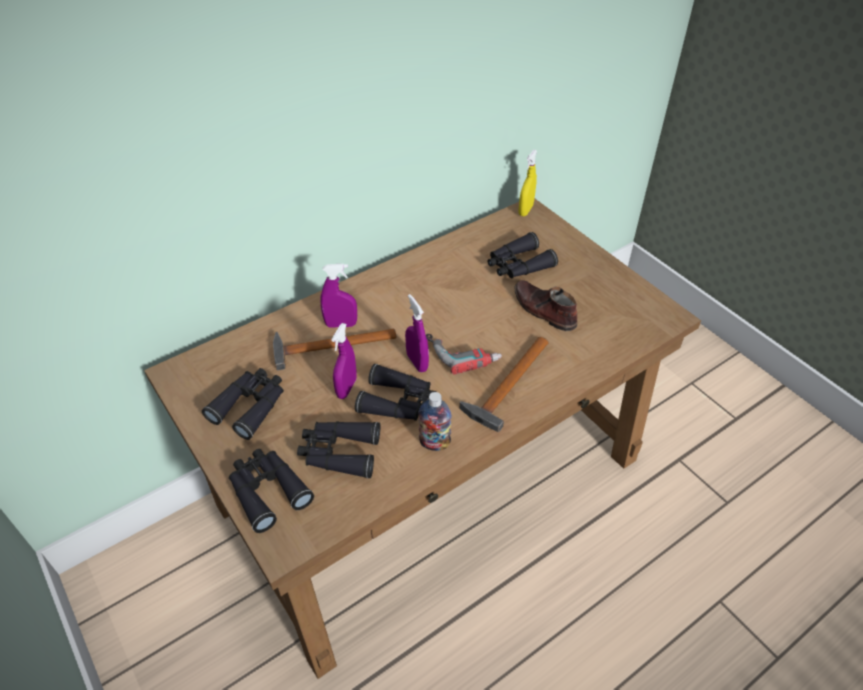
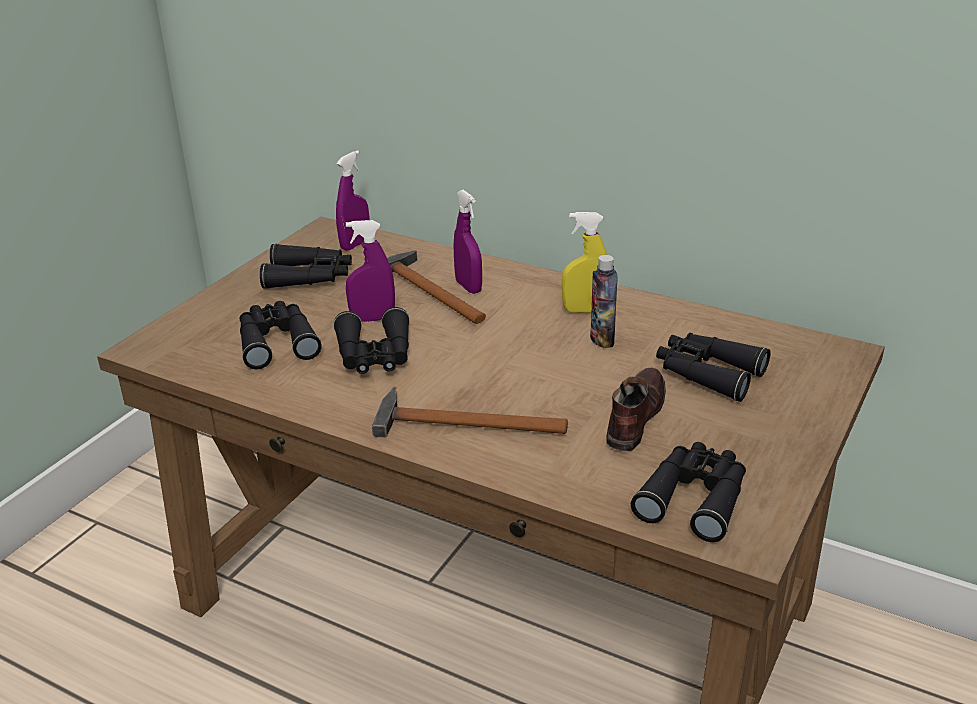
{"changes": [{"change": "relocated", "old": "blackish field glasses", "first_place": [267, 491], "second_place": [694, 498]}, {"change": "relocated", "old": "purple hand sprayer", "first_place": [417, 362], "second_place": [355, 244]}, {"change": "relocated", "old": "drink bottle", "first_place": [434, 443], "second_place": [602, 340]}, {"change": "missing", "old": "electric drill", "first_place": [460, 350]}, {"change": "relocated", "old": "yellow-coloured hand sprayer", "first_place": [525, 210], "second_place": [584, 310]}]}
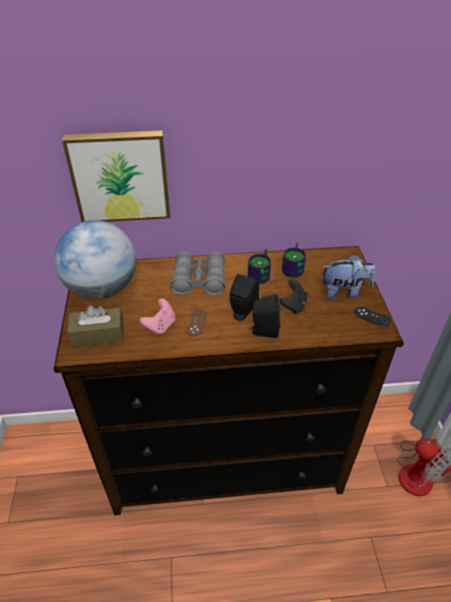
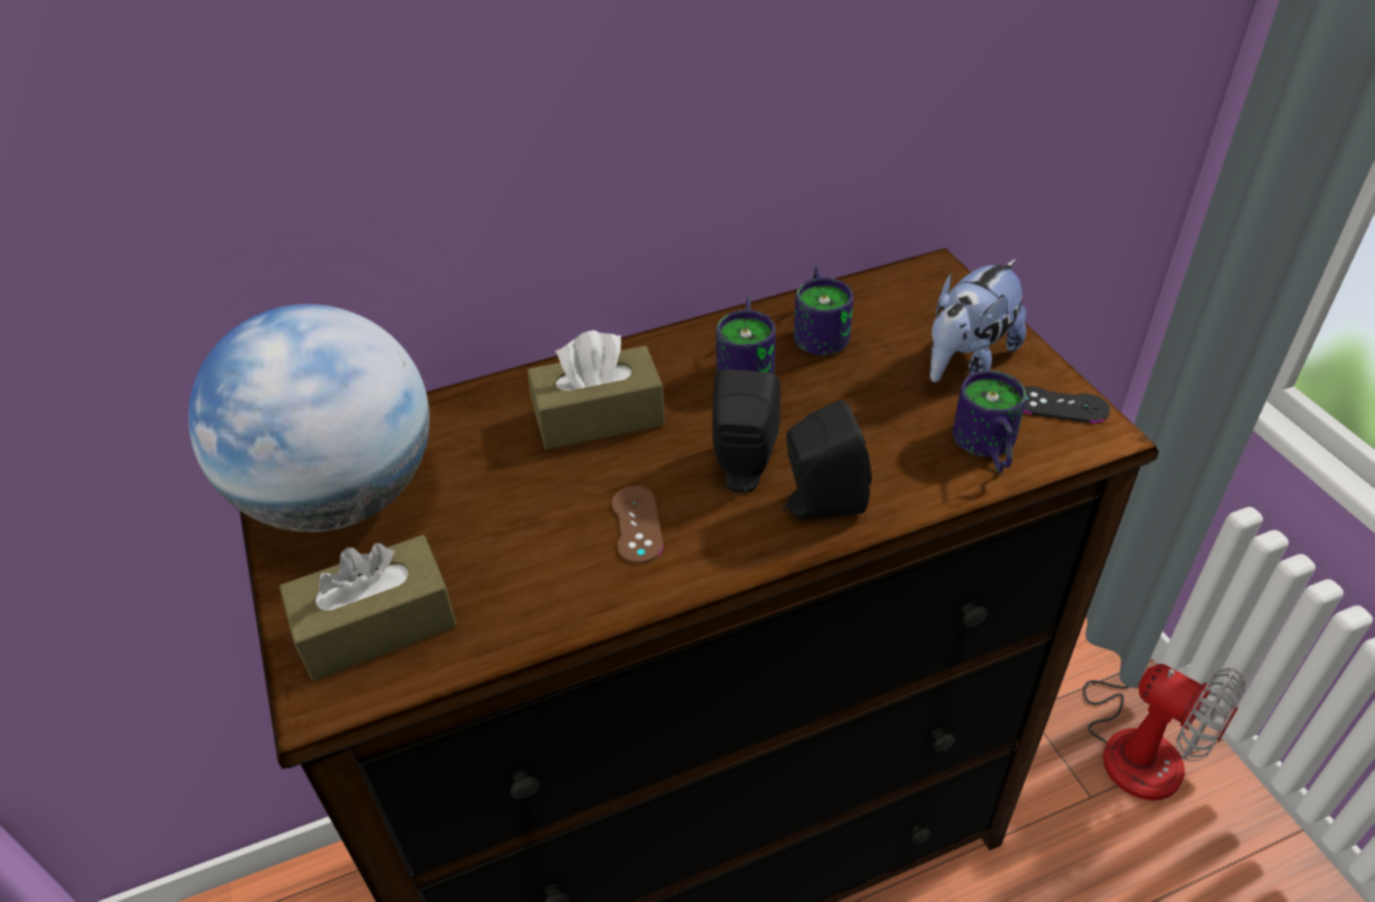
{"changes": [{"change": "missing", "old": "wall art", "first_place": [120, 176]}, {"change": "missing", "old": "pinkish game controller", "first_place": [160, 325]}, {"change": "exchanged", "old": "gray field glasses", "new": "brown box of tissues", "first_place": [199, 281], "second_place": [599, 417]}, {"change": "missing", "old": "blackish game controller", "first_place": [293, 305]}, {"change": "spun", "old": "soft toy", "first_place": [344, 292], "second_place": [967, 362], "degrees": 150}, {"change": "appeared", "new": "tea mug", "second_place": [984, 449]}]}
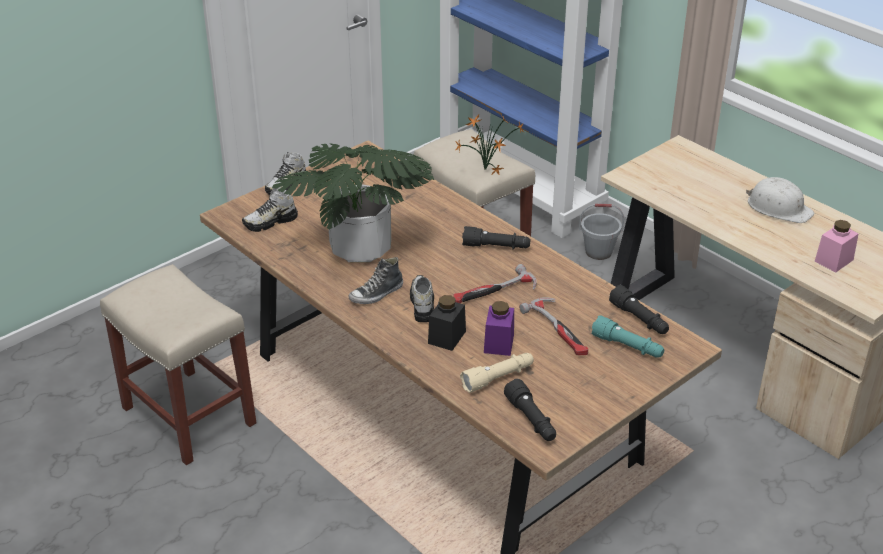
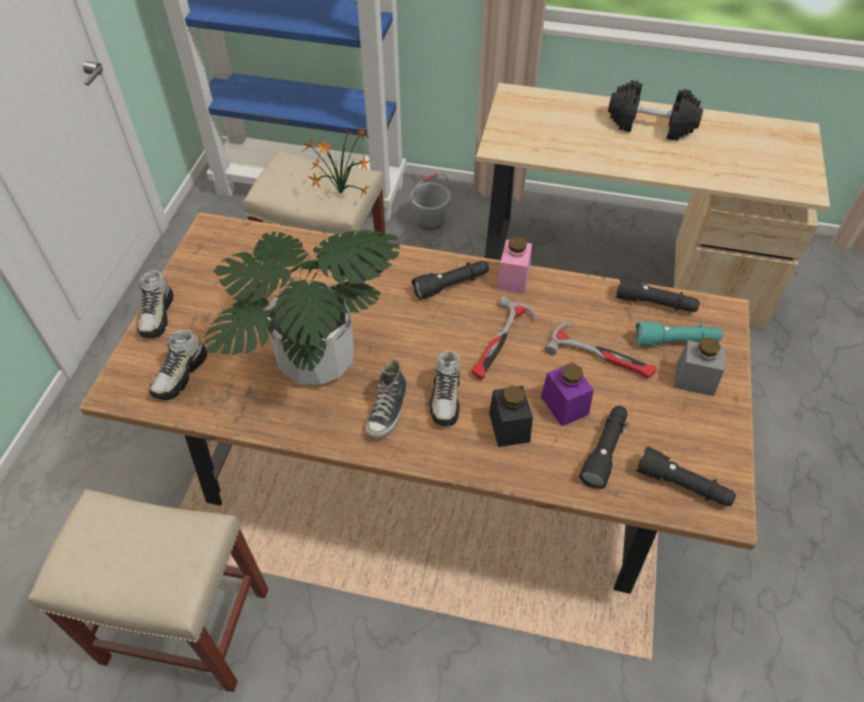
{"changes": [{"change": "spun", "old": "item of footwear", "first_place": [422, 304], "second_place": [446, 398], "degrees": -135}, {"change": "colour", "old": "beige-coloured hand torch", "new": "blackish hand torch", "first_place": [498, 378], "second_place": [604, 450]}, {"change": "exchanged", "old": "white-coloured hard hat", "new": "blackish hand weight", "first_place": [778, 207], "second_place": [651, 125]}, {"change": "relocated", "old": "pinkish storage jar", "first_place": [834, 260], "second_place": [513, 279]}, {"change": "appeared", "new": "gray storage jar", "second_place": [694, 379]}]}
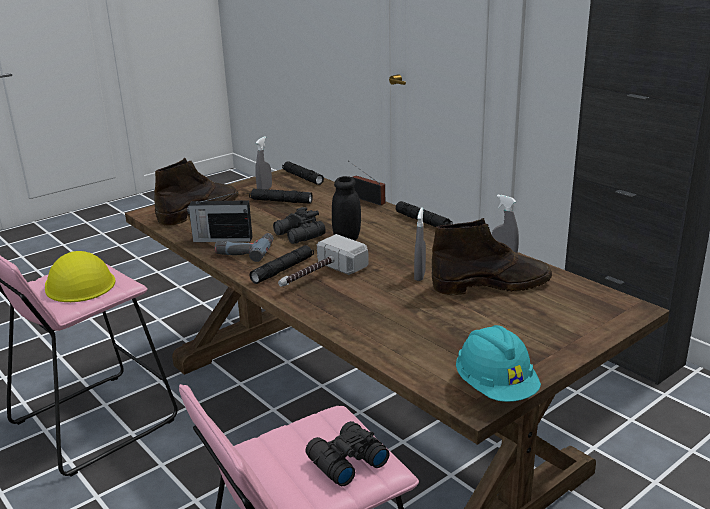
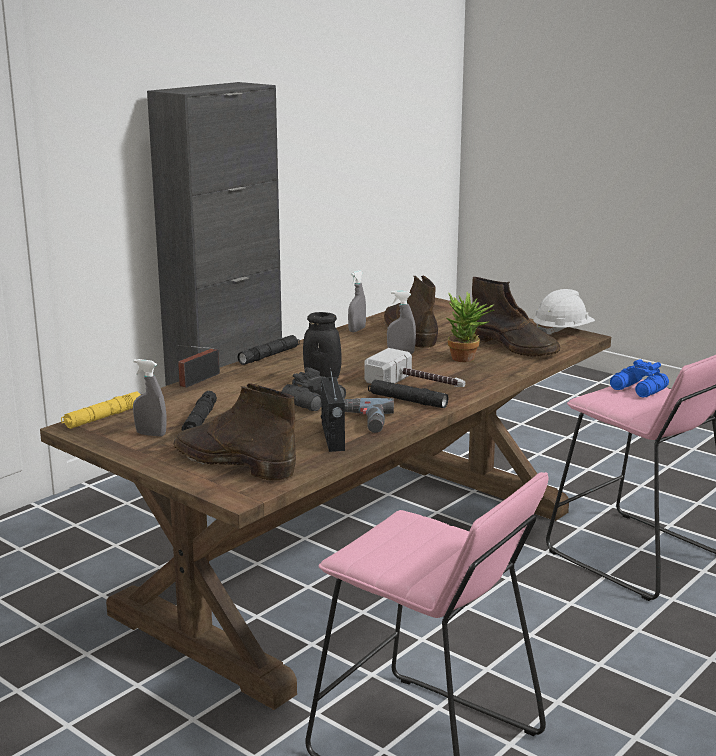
{"changes": [{"change": "missing", "old": "yellow-coloured hard hat", "first_place": [79, 284]}, {"change": "colour", "old": "blackish hand torch", "new": "yellow-coloured hand torch", "first_place": [302, 177], "second_place": [103, 417]}, {"change": "colour", "old": "blackish field glasses", "new": "blue-coloured field glasses", "first_place": [345, 461], "second_place": [638, 390]}, {"change": "colour", "old": "turquoise-coloured hard hat", "new": "white-coloured hard hat", "first_place": [495, 388], "second_place": [562, 332]}, {"change": "appeared", "new": "potted plant", "second_place": [467, 359]}, {"change": "appeared", "new": "brown boot", "second_place": [514, 347]}]}
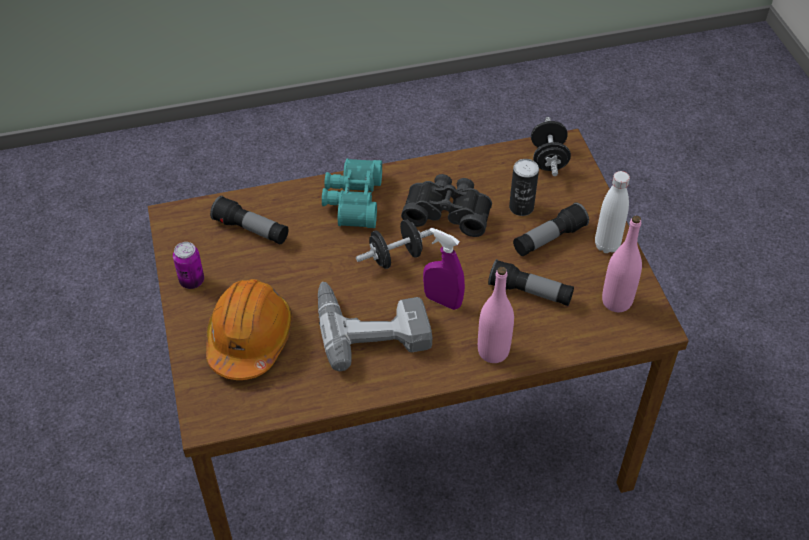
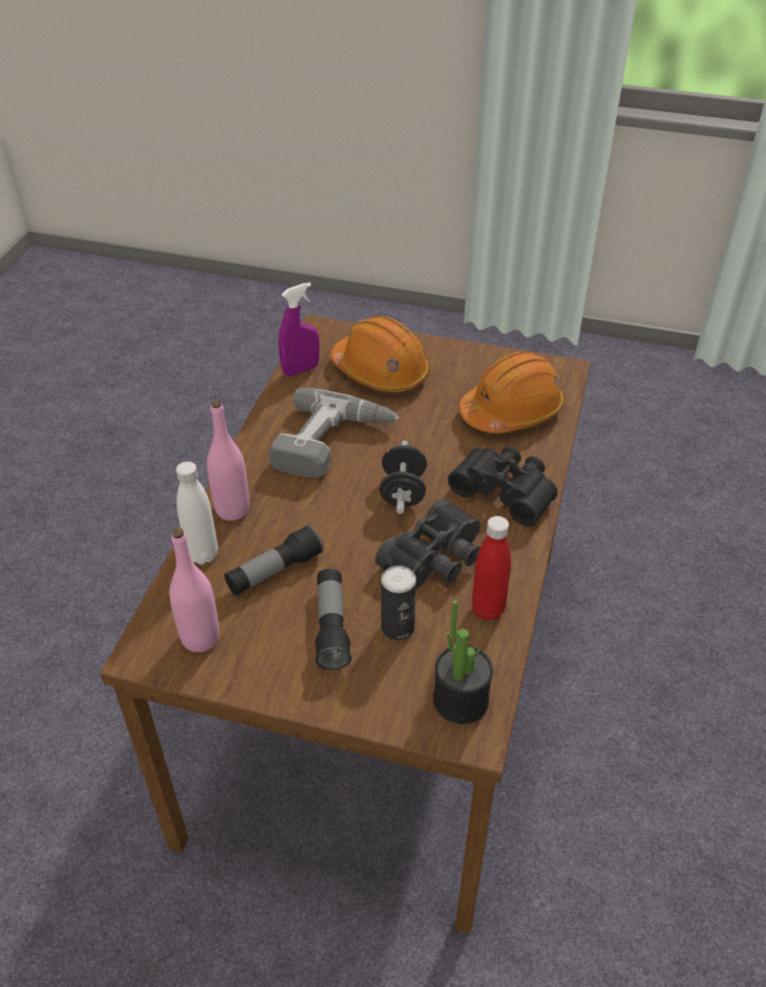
{"changes": [{"change": "missing", "old": "metal can", "first_place": [192, 281]}, {"change": "exchanged", "old": "hand torch", "new": "orangey hard hat", "first_place": [251, 230], "second_place": [512, 410]}, {"change": "colour", "old": "turquoise-coloured field glasses", "new": "blackish field glasses", "first_place": [351, 201], "second_place": [506, 491]}, {"change": "relocated", "old": "purple hand sprayer", "first_place": [442, 301], "second_place": [301, 370]}, {"change": "exchanged", "old": "blackish hand weight", "new": "potted plant", "first_place": [548, 159], "second_place": [460, 700]}, {"change": "relocated", "old": "white-coloured drink bottle", "first_place": [607, 245], "second_place": [202, 554]}, {"change": "appeared", "new": "red drink bottle", "second_place": [487, 609]}]}
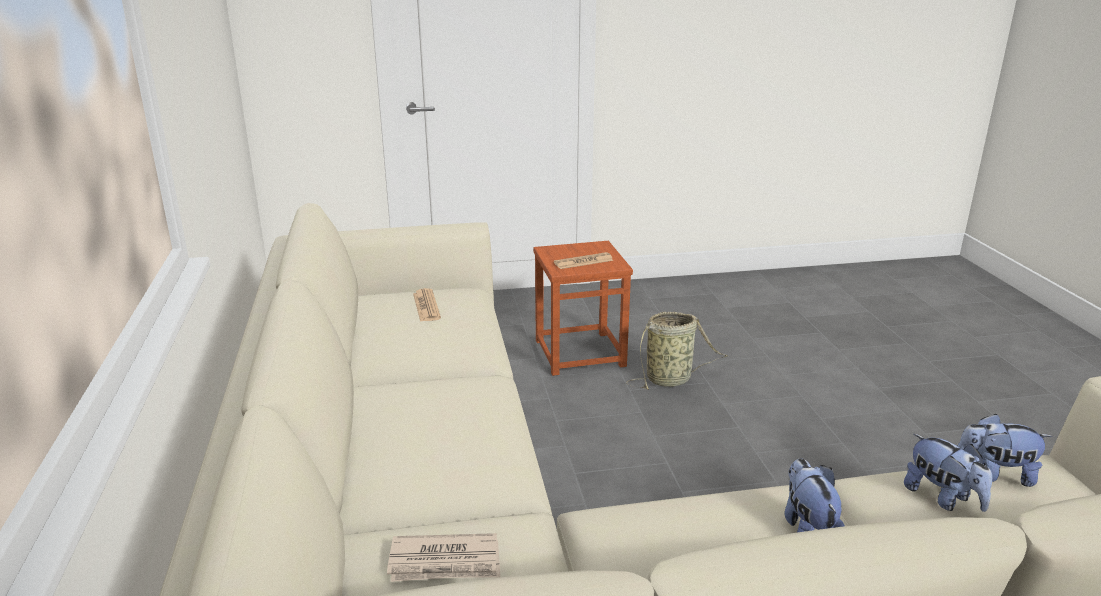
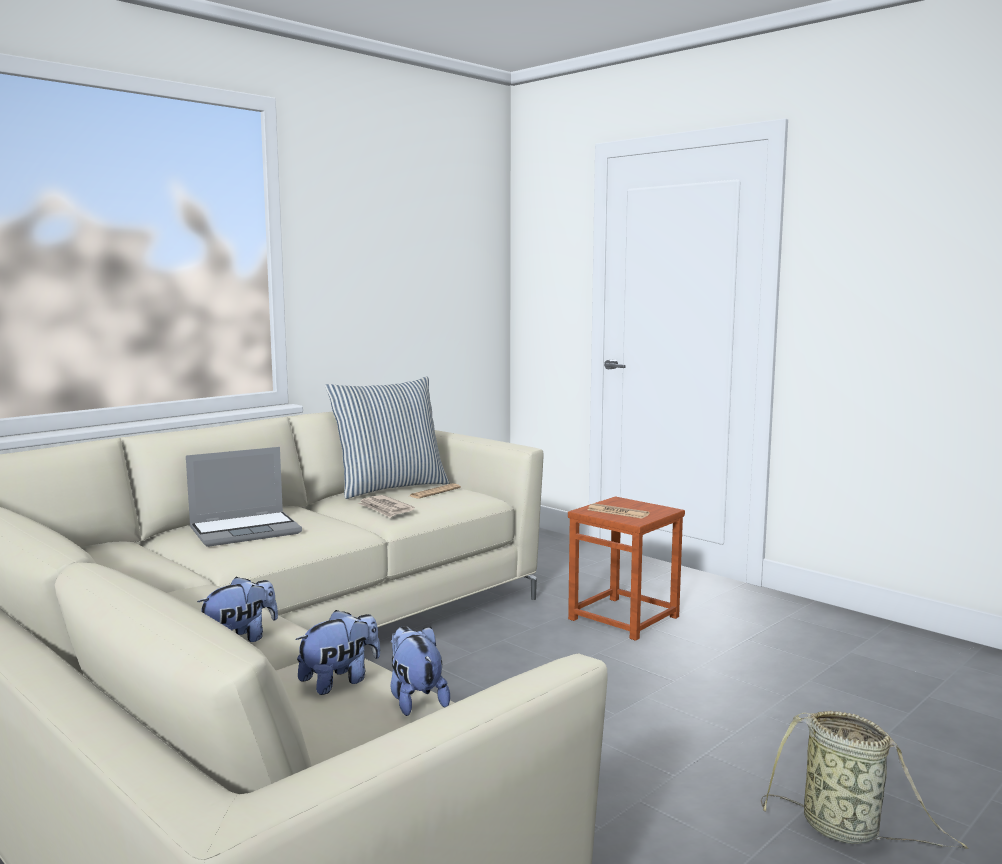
{"changes": [{"change": "relocated", "old": "printed paper", "first_place": [445, 562], "second_place": [385, 509]}, {"change": "relocated", "old": "basket", "first_place": [671, 379], "second_place": [846, 831]}, {"change": "spun", "old": "soft toy", "first_place": [942, 498], "second_place": [340, 681], "degrees": -150}, {"change": "appeared", "new": "portable computer", "second_place": [246, 530]}, {"change": "appeared", "new": "pillow", "second_place": [389, 488]}]}
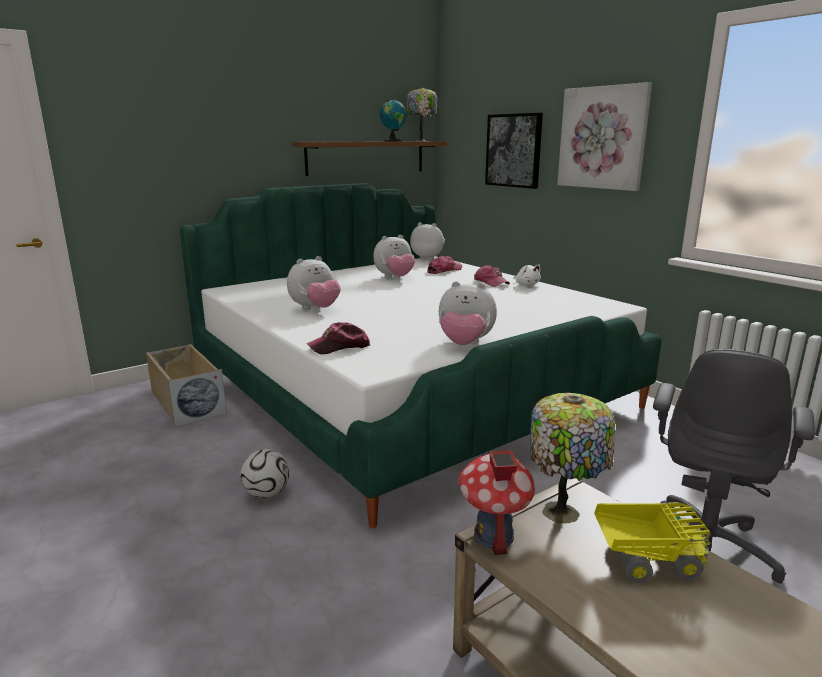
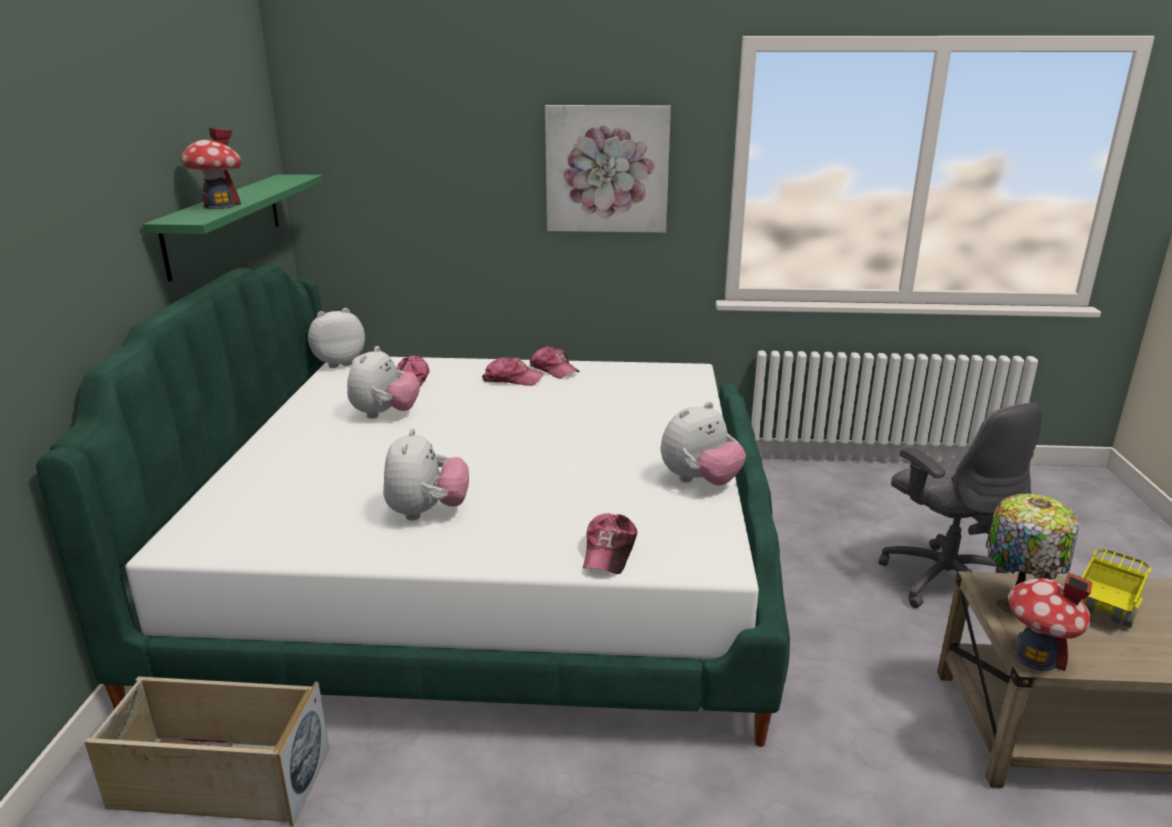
{"changes": [{"change": "missing", "old": "ball for football", "first_place": [266, 493]}, {"change": "colour", "old": "brown shelf", "new": "greenish shelf", "first_place": [366, 157], "second_place": [225, 223]}, {"change": "missing", "old": "globe", "first_place": [393, 141]}, {"change": "missing", "old": "table lamp", "first_place": [421, 141]}, {"change": "missing", "old": "wall art", "first_place": [514, 150]}, {"change": "exchanged", "old": "white-coloured soft toy", "new": "peaked cap", "first_place": [526, 285], "second_place": [553, 370]}, {"change": "appeared", "new": "model house", "second_place": [219, 206]}]}
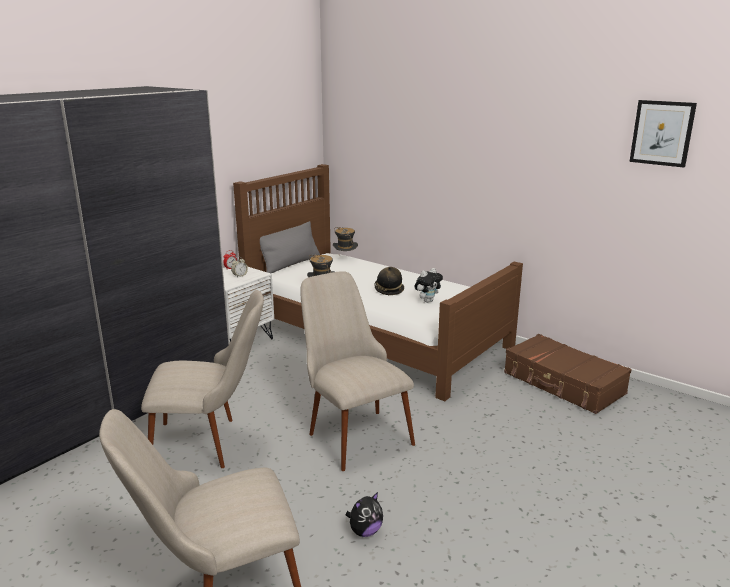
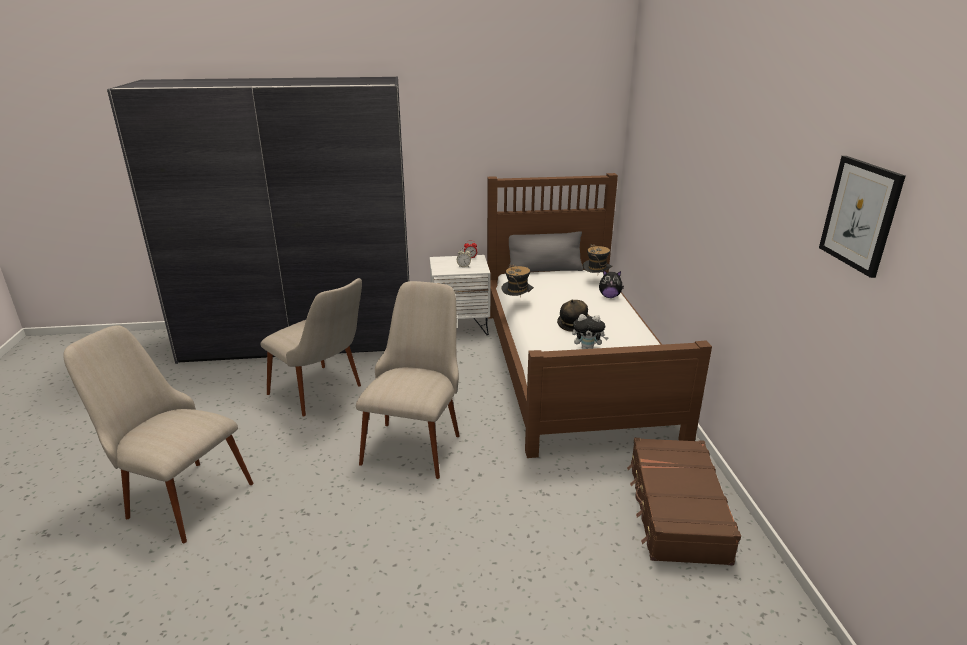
{"changes": [{"change": "relocated", "old": "soft toy", "first_place": [365, 531], "second_place": [609, 296]}]}
